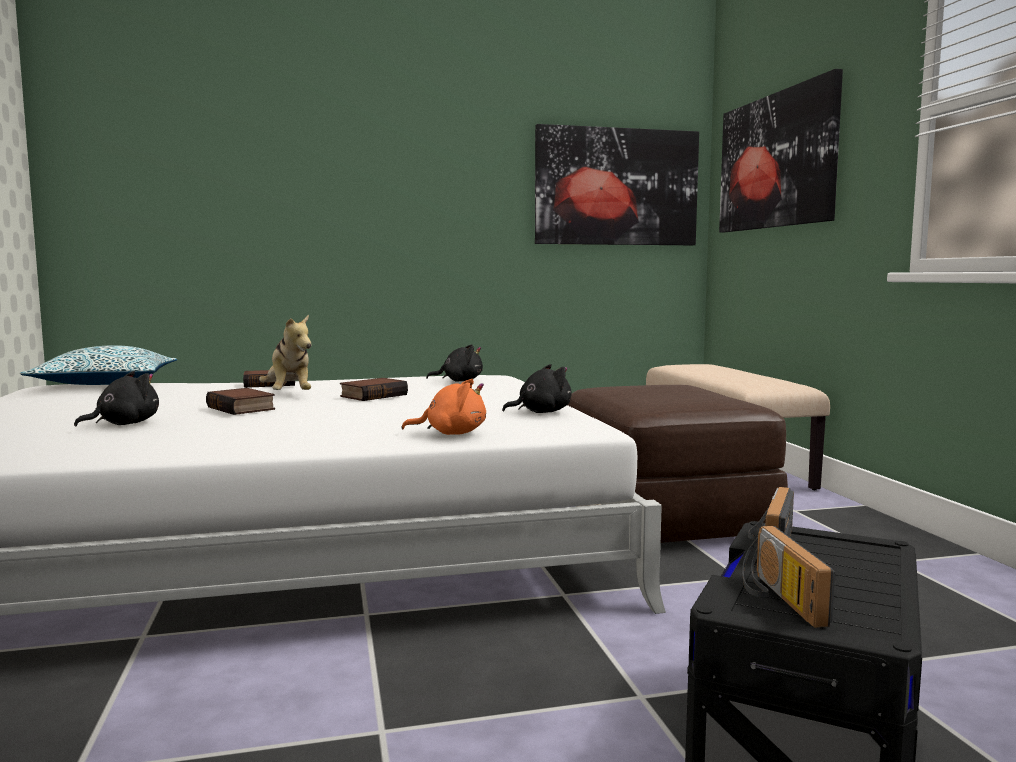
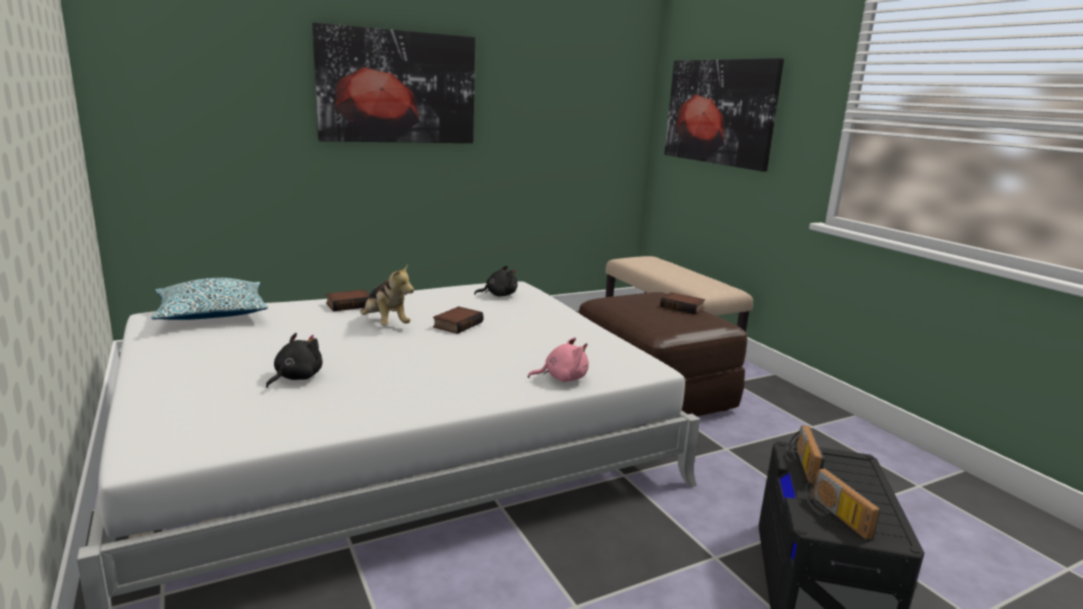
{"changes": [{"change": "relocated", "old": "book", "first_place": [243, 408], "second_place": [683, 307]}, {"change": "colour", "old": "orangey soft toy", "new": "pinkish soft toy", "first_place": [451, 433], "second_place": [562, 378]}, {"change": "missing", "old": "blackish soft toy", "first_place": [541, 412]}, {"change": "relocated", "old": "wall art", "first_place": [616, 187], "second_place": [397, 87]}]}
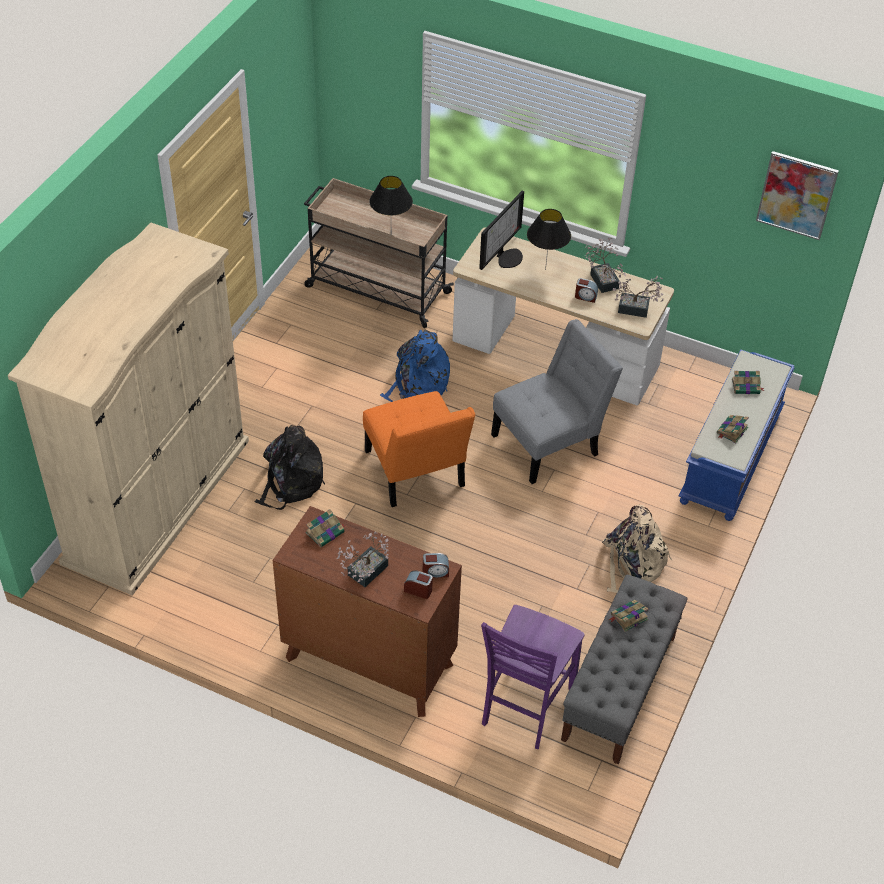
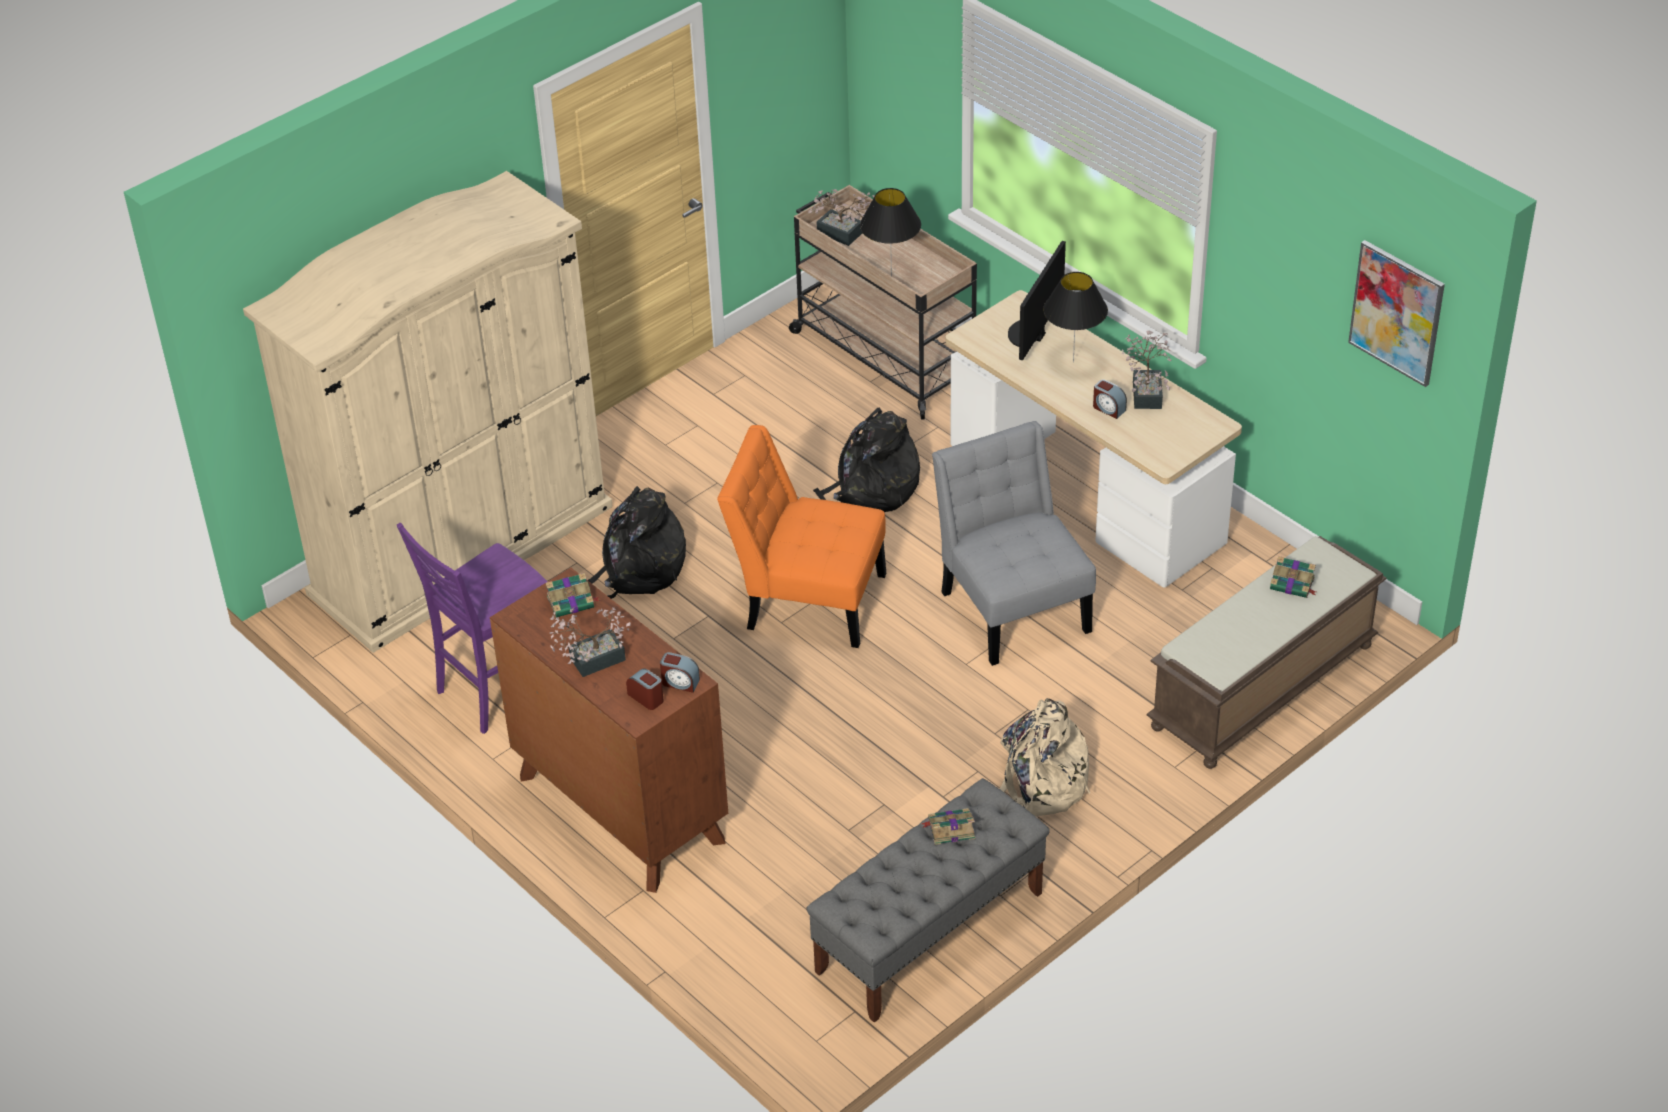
{"changes": [{"change": "spun", "old": "orangey upright chair", "first_place": [416, 473], "second_place": [808, 599], "degrees": 105}, {"change": "colour", "old": "blue-coloured rucksack", "new": "blackish rucksack", "first_place": [417, 385], "second_place": [871, 490]}, {"change": "spun", "old": "computer screen", "first_place": [507, 257], "second_place": [1030, 334], "degrees": 150}, {"change": "relocated", "old": "purple upright chair", "first_place": [525, 707], "second_place": [499, 688]}, {"change": "spun", "old": "gray upright chair", "first_place": [550, 442], "second_place": [1012, 606], "degrees": -105}, {"change": "relocated", "old": "potted plant", "first_place": [637, 310], "second_place": [844, 235]}, {"change": "colour", "old": "blue-coloured indoor bench", "new": "brown indoor bench", "first_place": [731, 457], "second_place": [1262, 688]}, {"change": "missing", "old": "book", "first_place": [731, 431]}]}
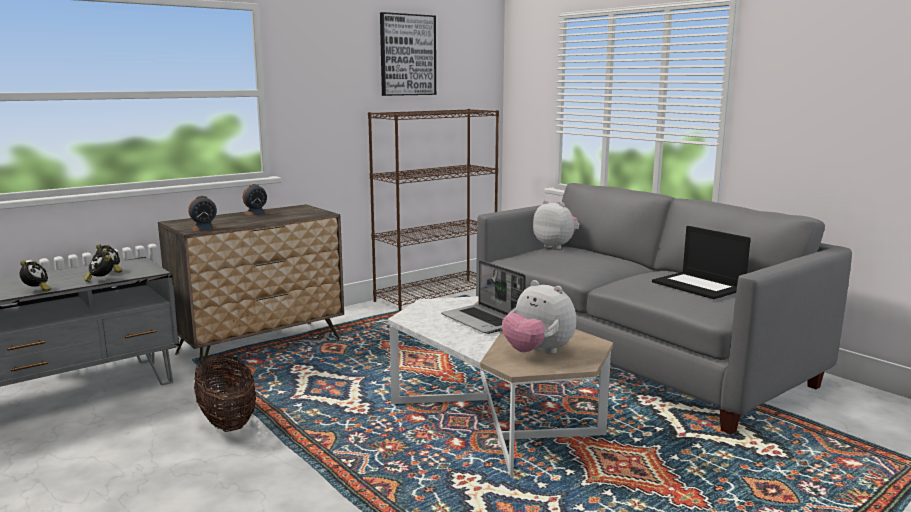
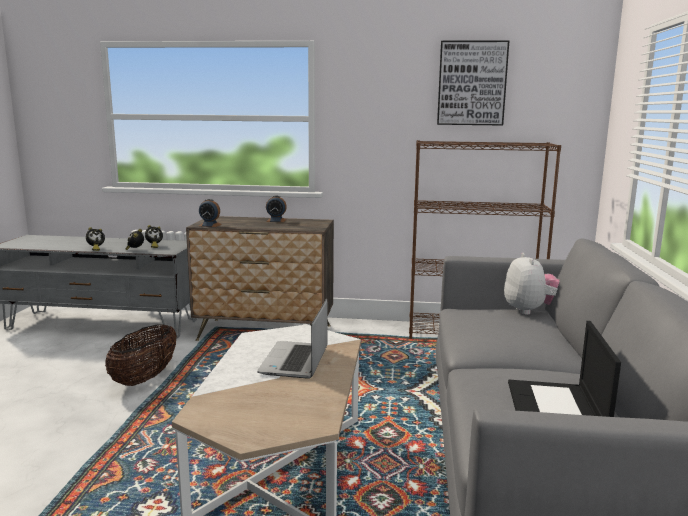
{"changes": [{"change": "missing", "old": "soft toy", "first_place": [537, 352]}]}
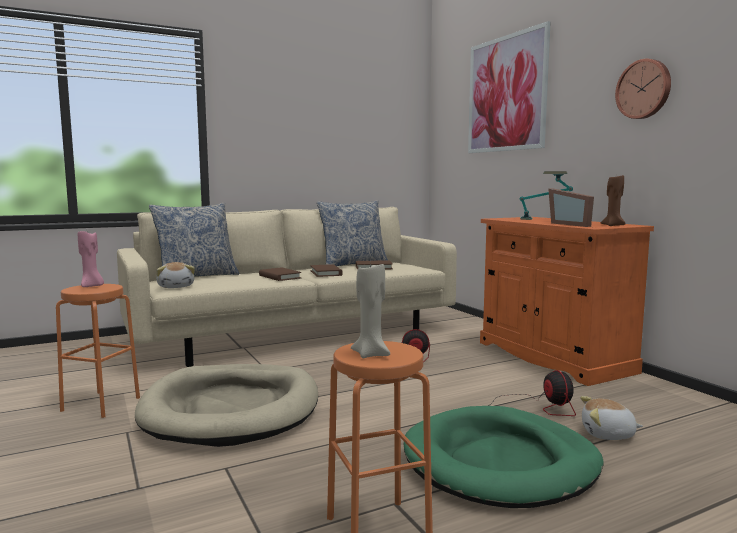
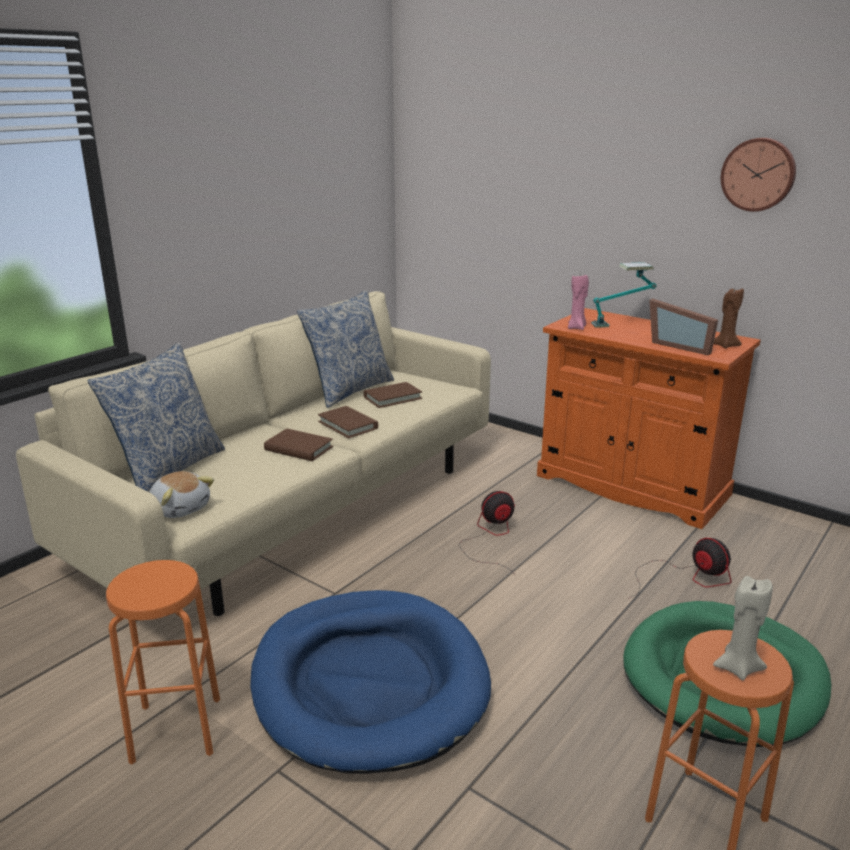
{"changes": [{"change": "relocated", "old": "pinkish wax candle", "first_place": [91, 286], "second_place": [577, 328]}, {"change": "colour", "old": "beige-coloured dog bed", "new": "blue-coloured dog bed", "first_place": [232, 409], "second_place": [369, 683]}, {"change": "missing", "old": "wall art", "first_place": [506, 94]}, {"change": "missing", "old": "soft toy", "first_place": [608, 434]}]}
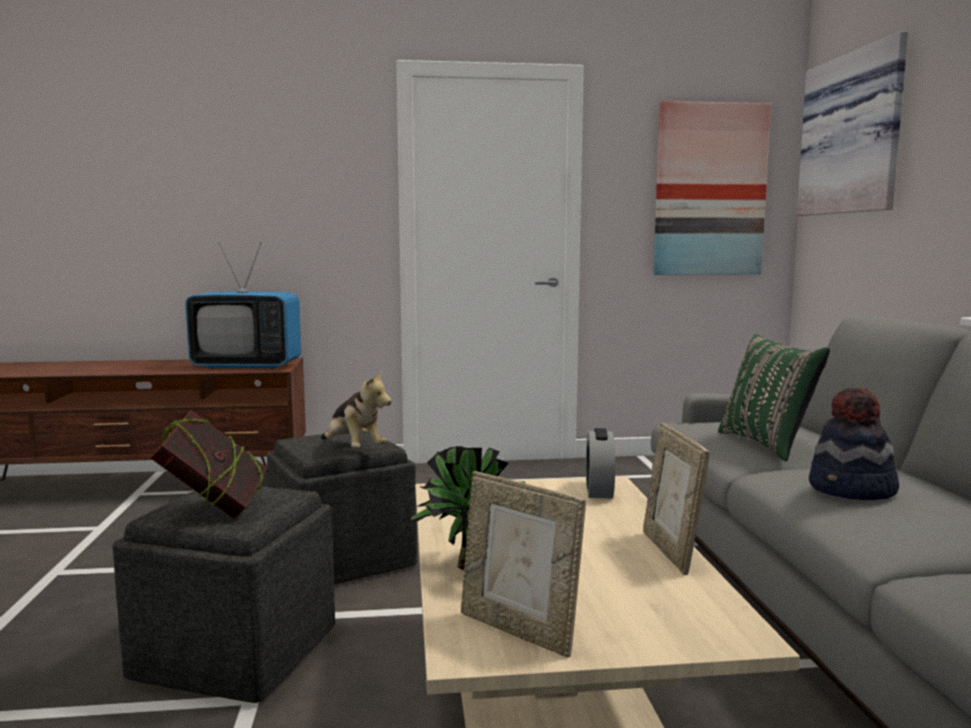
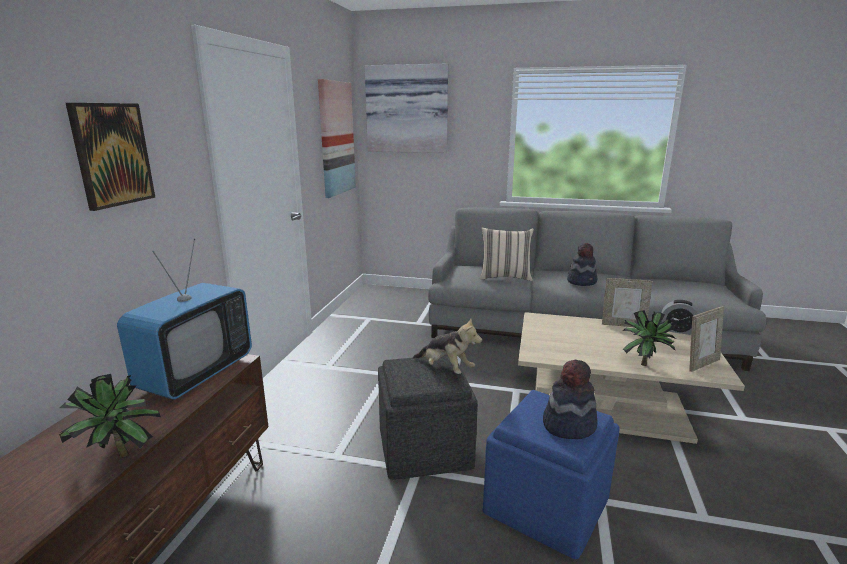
{"changes": [{"change": "colour", "old": "gray footrest", "new": "blue-coloured footrest", "first_place": [235, 650], "second_place": [545, 505]}, {"change": "exchanged", "old": "book", "new": "wearable hat", "first_place": [214, 510], "second_place": [568, 424]}, {"change": "spun", "old": "soft toy", "first_place": [353, 449], "second_place": [445, 369], "degrees": 60}, {"change": "relocated", "old": "table clock", "first_place": [599, 491], "second_place": [677, 330]}, {"change": "colour", "old": "greenish pillow", "new": "beige-coloured pillow", "first_place": [768, 444], "second_place": [505, 277]}, {"change": "appeared", "new": "potted plant", "second_place": [117, 459]}, {"change": "appeared", "new": "wall art", "second_place": [112, 154]}]}
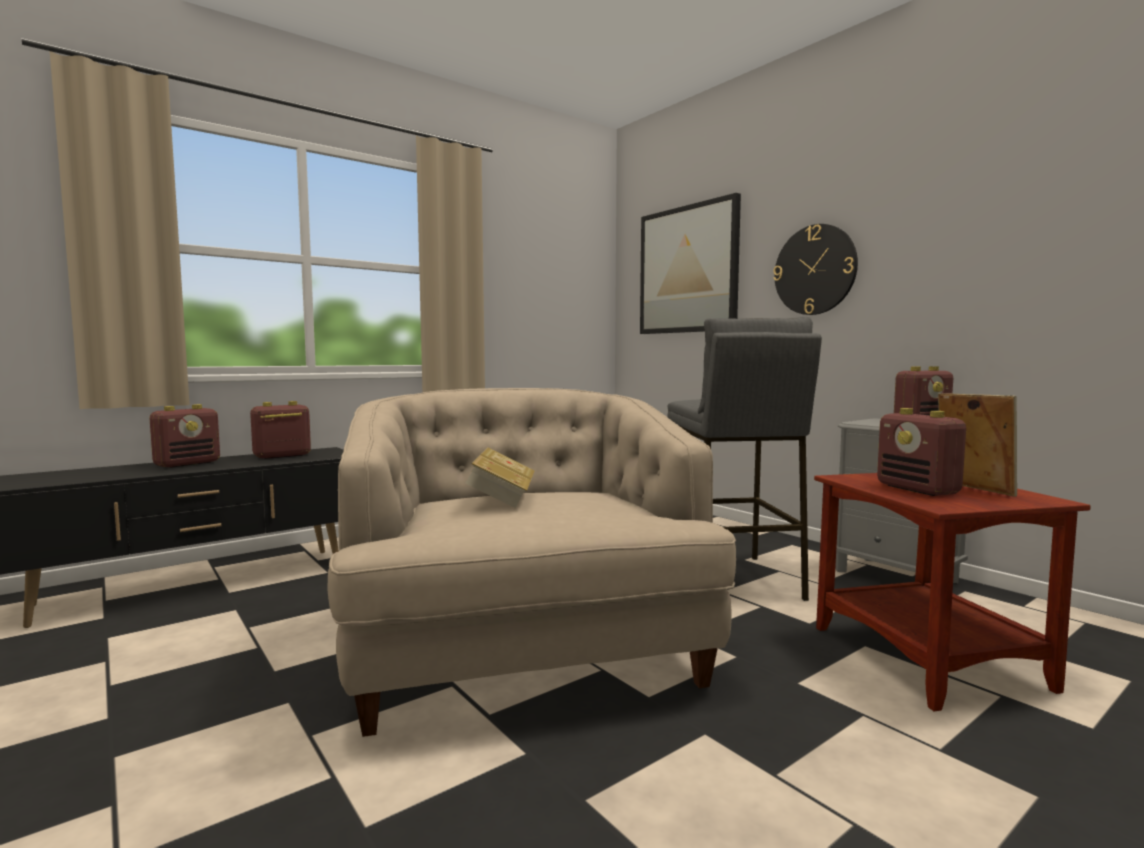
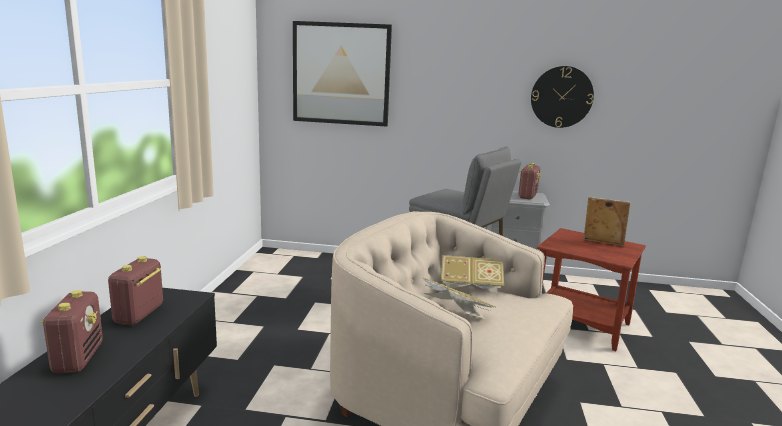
{"changes": [{"change": "relocated", "old": "clock on the wall", "first_place": [815, 270], "second_place": [561, 97]}, {"change": "missing", "old": "radio set", "first_place": [918, 490]}, {"change": "appeared", "new": "book", "second_place": [470, 286]}]}
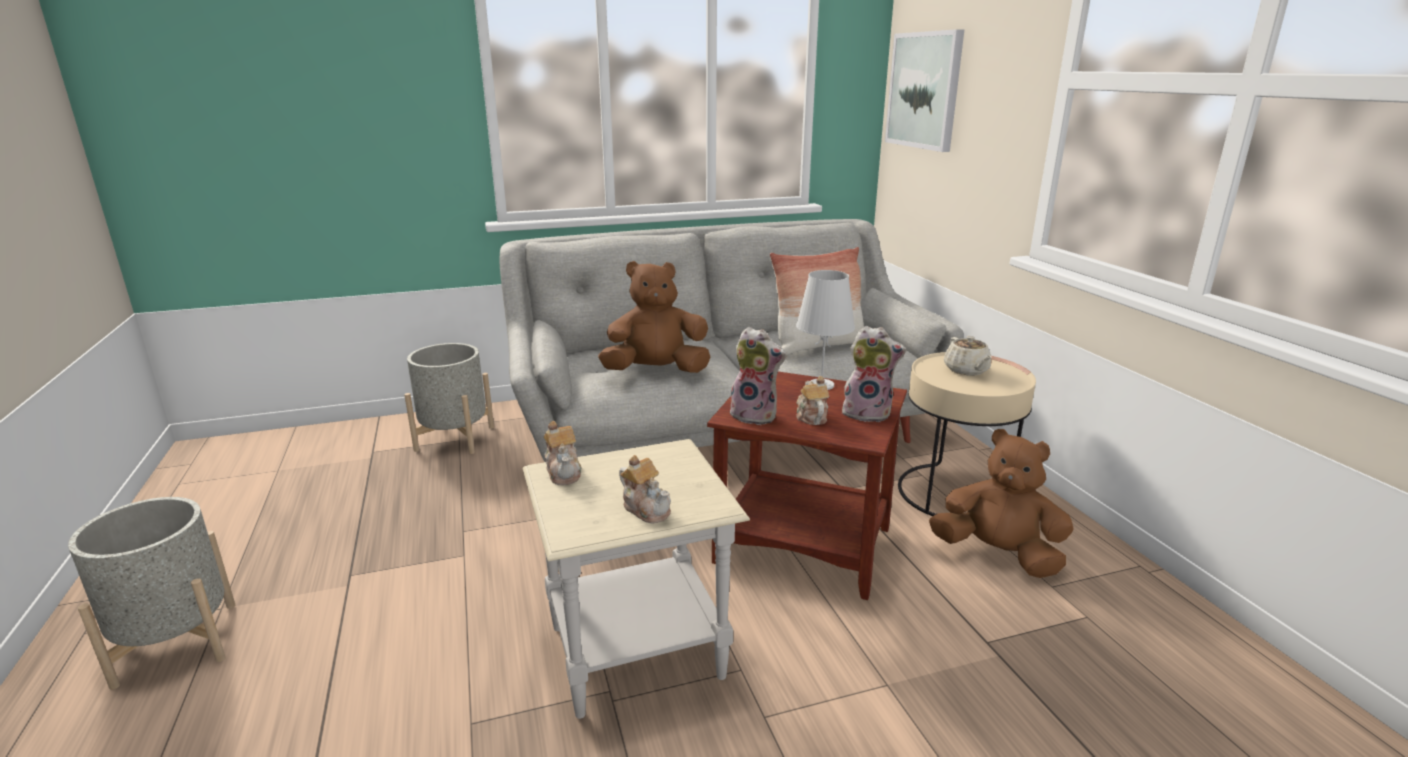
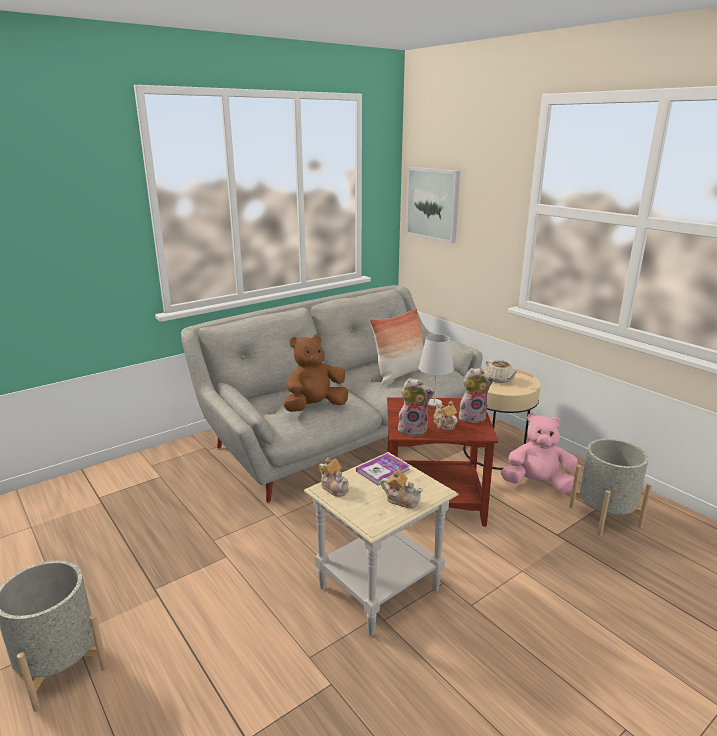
{"changes": [{"change": "relocated", "old": "gray flower pot", "first_place": [455, 438], "second_place": [604, 516]}, {"change": "colour", "old": "brown soft toy", "new": "pinkish soft toy", "first_place": [997, 554], "second_place": [537, 484]}, {"change": "appeared", "new": "book", "second_place": [382, 470]}]}
